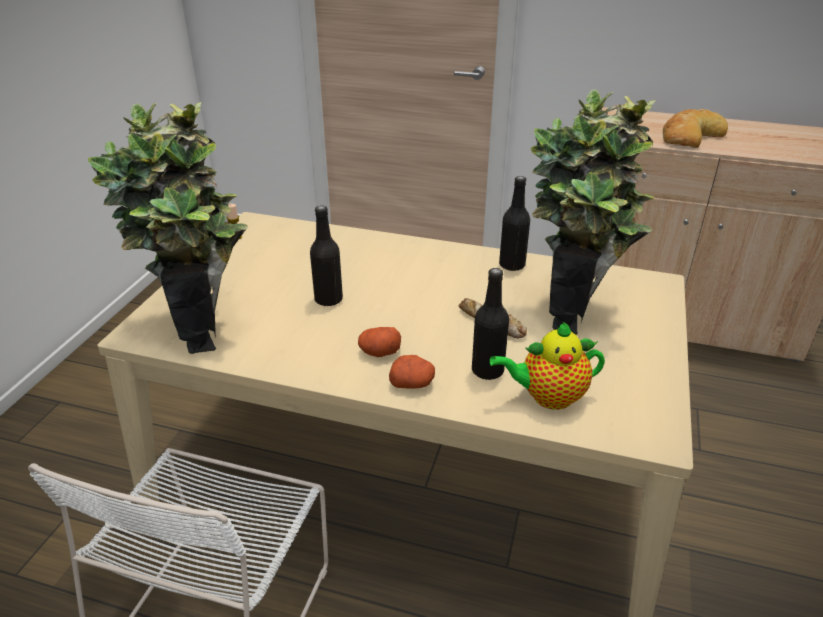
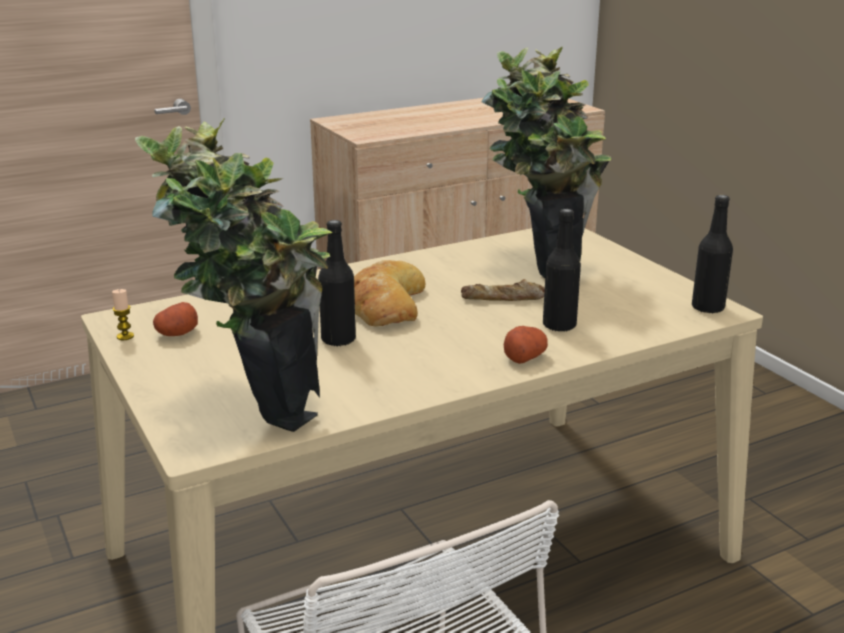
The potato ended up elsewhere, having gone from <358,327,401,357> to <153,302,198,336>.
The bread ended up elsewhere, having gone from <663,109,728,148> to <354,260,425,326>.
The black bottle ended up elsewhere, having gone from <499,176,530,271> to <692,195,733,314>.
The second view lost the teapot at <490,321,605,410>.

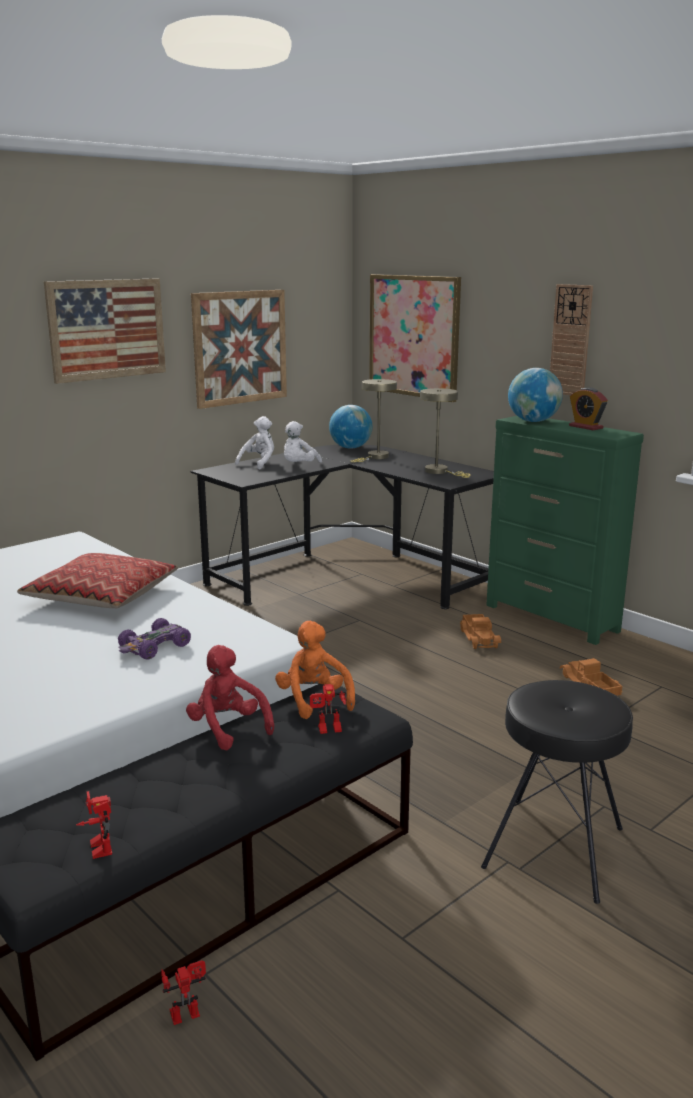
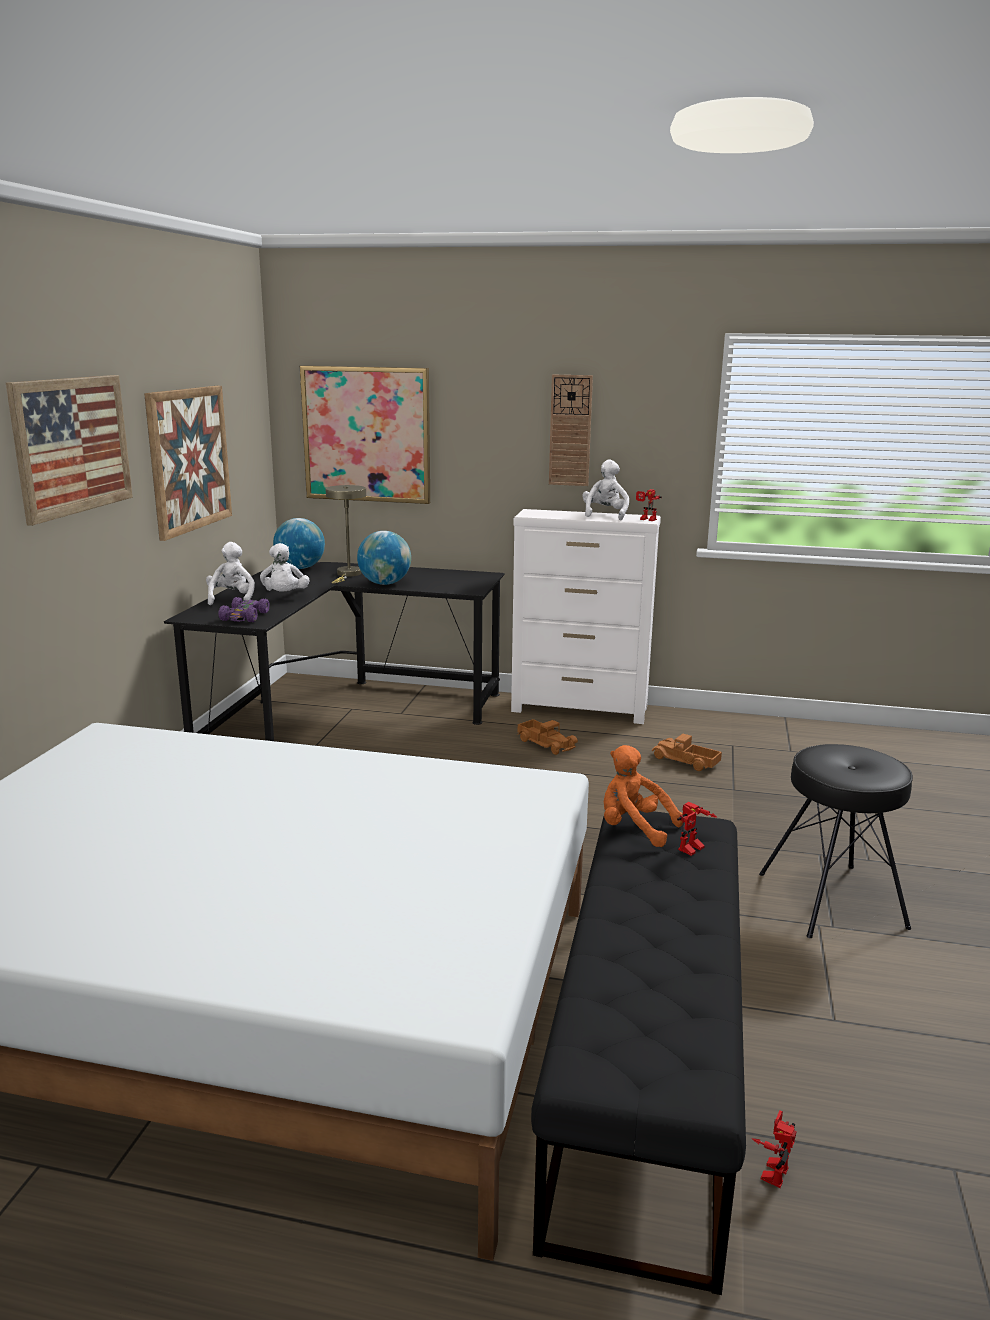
The purple toy car ended up elsewhere, having gone from <118,618,191,660> to <218,597,269,622>.
The globe ended up elsewhere, having gone from <508,368,563,422> to <357,531,411,585>.
What was the green dresser at <486,416,644,645> turned into the white dresser at <511,509,661,724>.
Where the alarm clock stood at <569,387,608,430>, the white plush toy came to stand at <582,459,629,520>.
The toy robot ended up elsewhere, having gone from <76,791,112,859> to <636,489,662,521>.
The second view lost the pillow at <17,553,178,609>.
The second view lost the red plush toy at <186,645,274,750>.
The second view lost the beige table lamp at <420,388,470,478>.

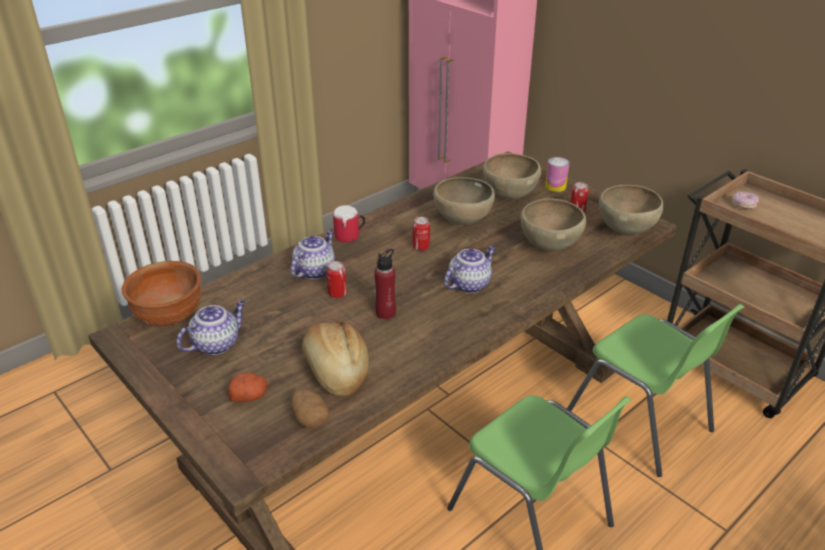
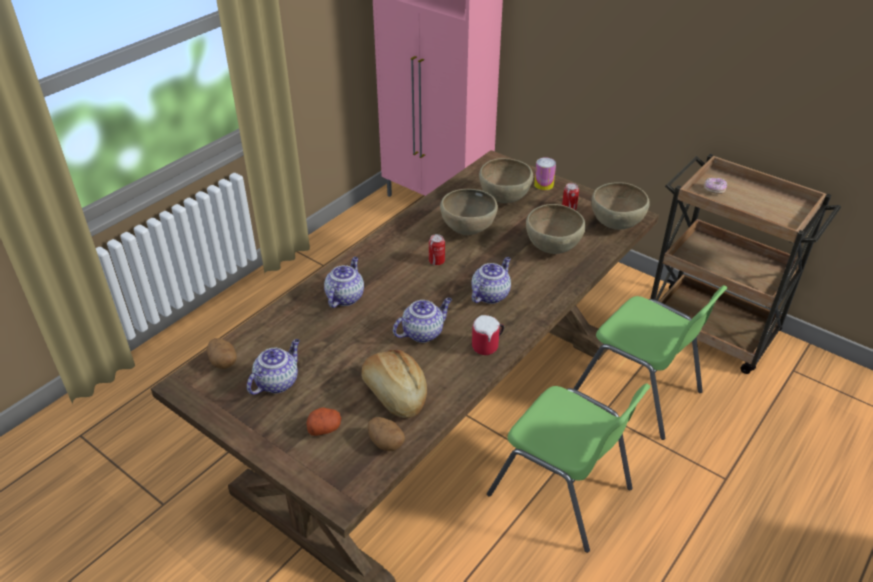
Where the brown bowl stood at <122,261,201,326>, the potato came to stand at <207,338,237,369>.
Where the red bottle stood at <374,249,396,320>, the teapot came to stand at <393,298,452,343>.
The mug ended up elsewhere, having gone from <333,205,365,242> to <472,315,504,355>.
The second view lost the can at <326,261,347,298>.

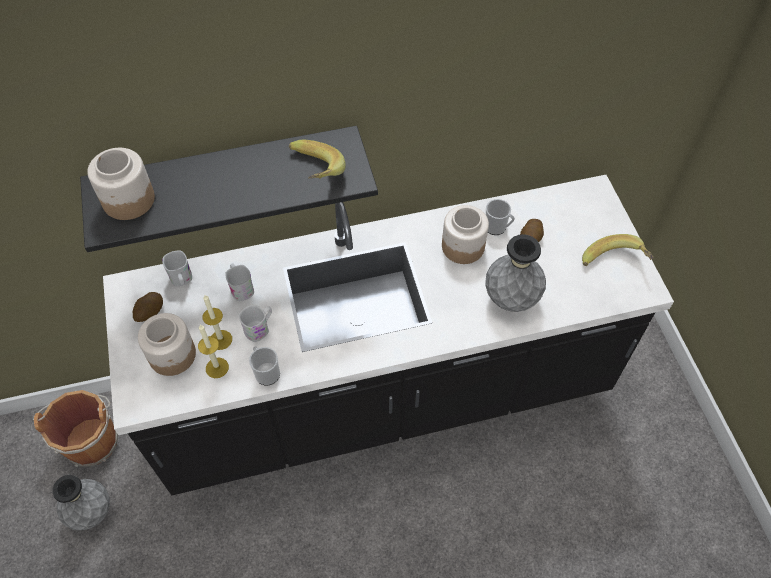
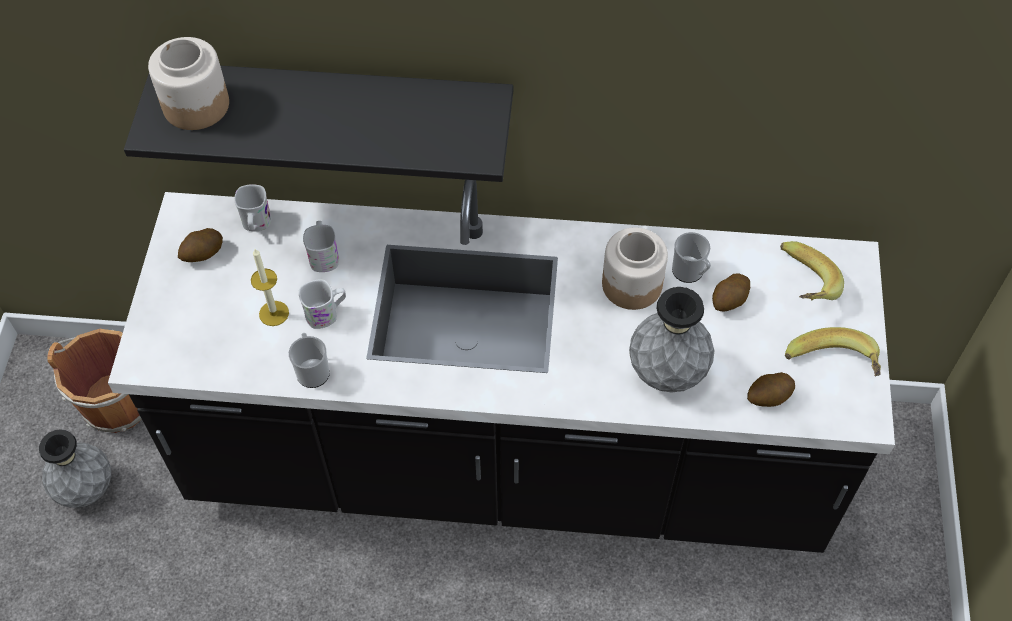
The second view gained the potato at <747,372,795,407>.
The banana ended up elsewhere, having gone from <289,140,346,179> to <780,241,844,300>.
The second view lost the jar at <138,313,196,376>.
The second view lost the candle at <198,325,229,378>.

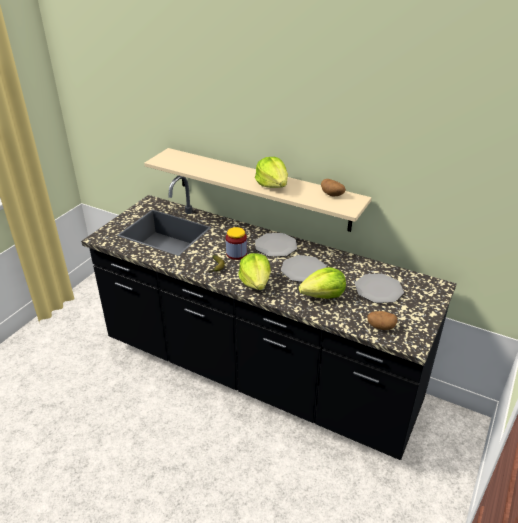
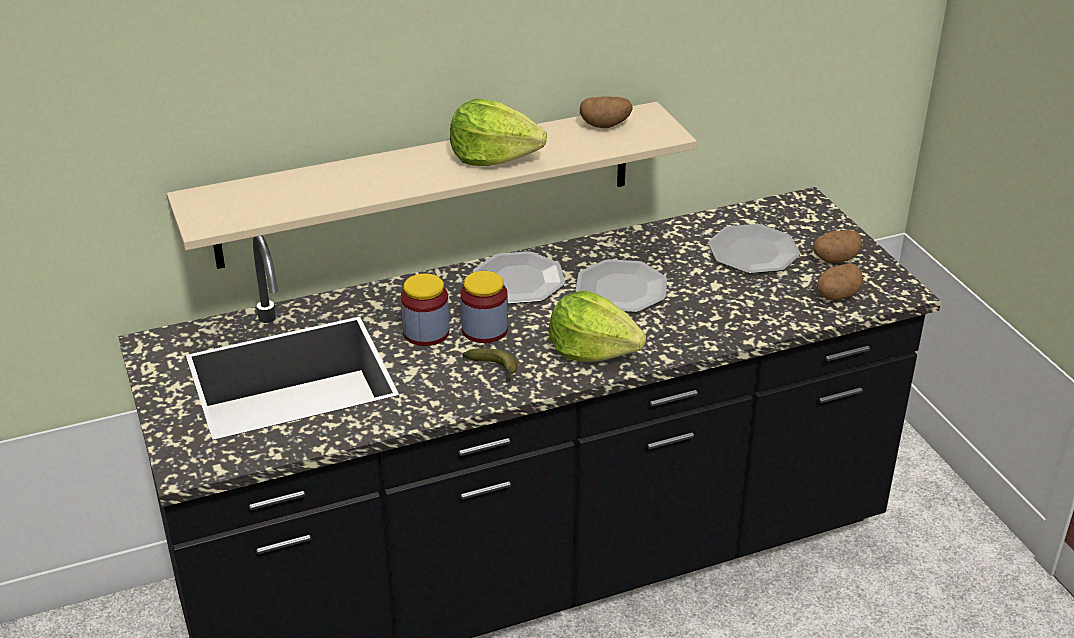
The second view gained the jar at <401,273,450,346>.
The second view gained the potato at <813,230,862,263>.
The second view lost the lettuce at <299,267,346,299>.

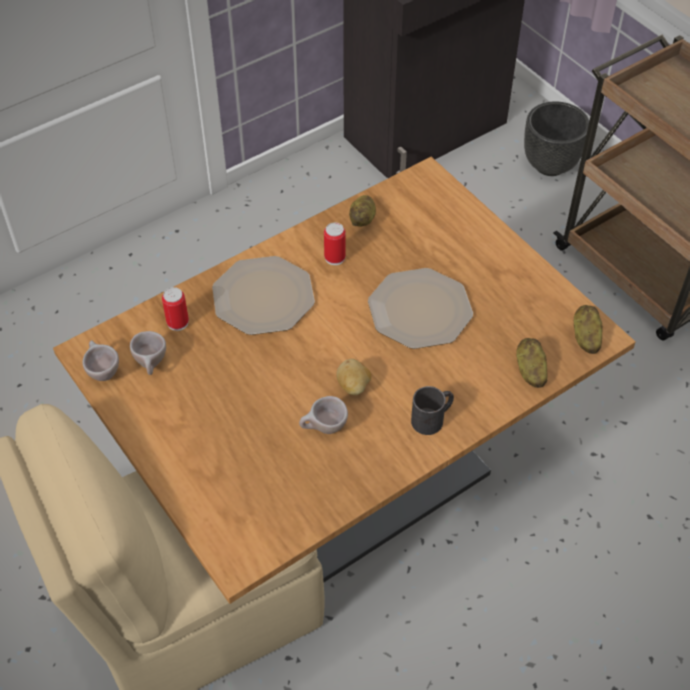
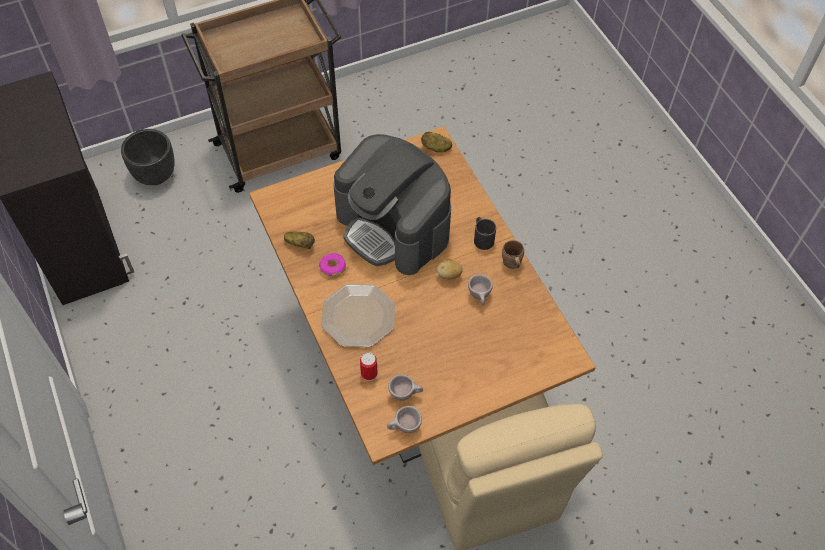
Where the can stood at <324,223,346,265>, the donut came to stand at <319,253,346,277>.
Where the plate stood at <368,268,473,349>, the coffee machine came to stand at <333,134,451,275>.
The second view gained the brown mug at <502,240,524,269>.
The second view lost the potato at <516,338,548,388>.

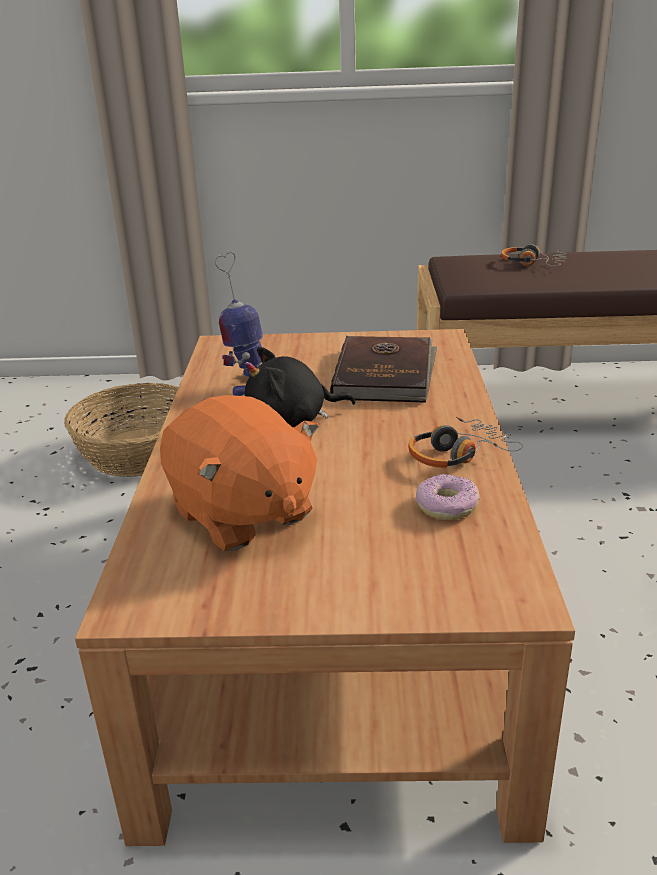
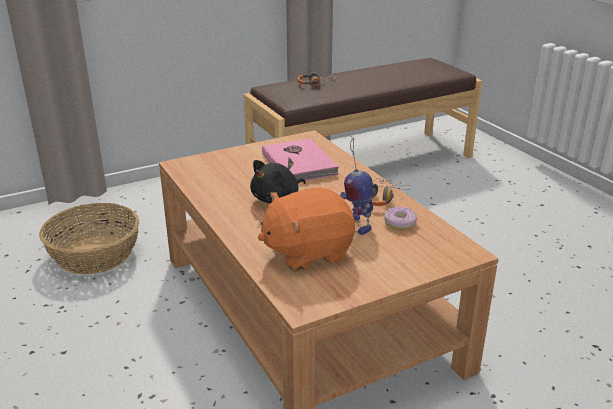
The orange plush toy at <160,395,319,551> ended up facing another way, 135 degrees clockwise from before.
What was the brown book at <330,336,437,403> turned into the pink book at <262,139,339,181>.
The toy robot ended up elsewhere, having gone from <215,252,263,396> to <340,137,374,235>.

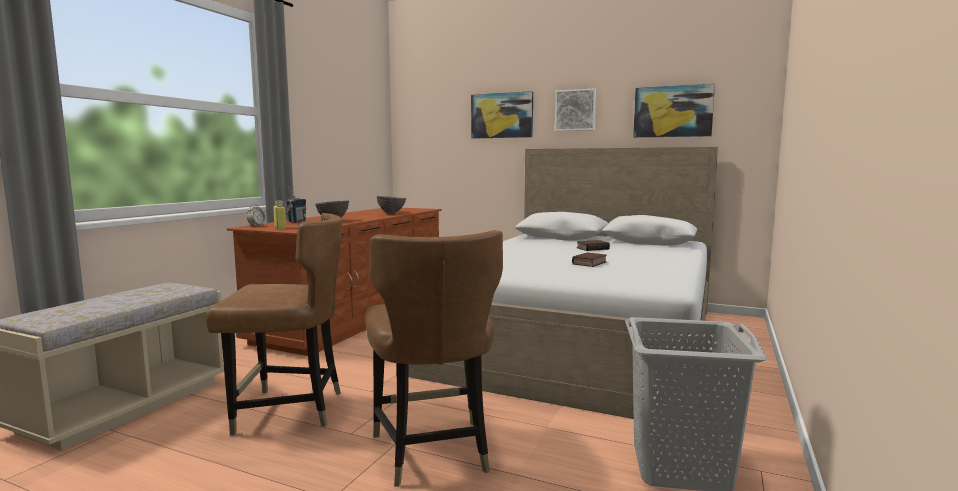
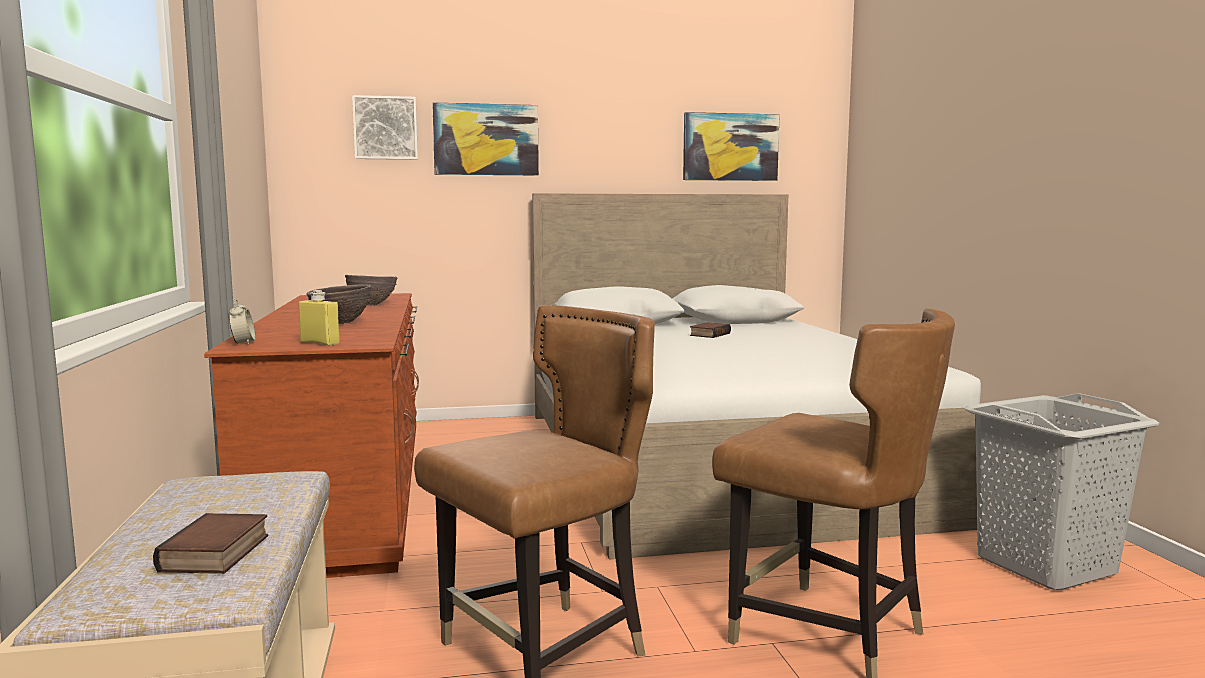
The book ended up elsewhere, having gone from <572,253,607,267> to <153,513,268,574>.
The picture ended up elsewhere, having gone from <555,88,596,131> to <352,95,418,160>.
The second view lost the radio at <285,187,306,223>.

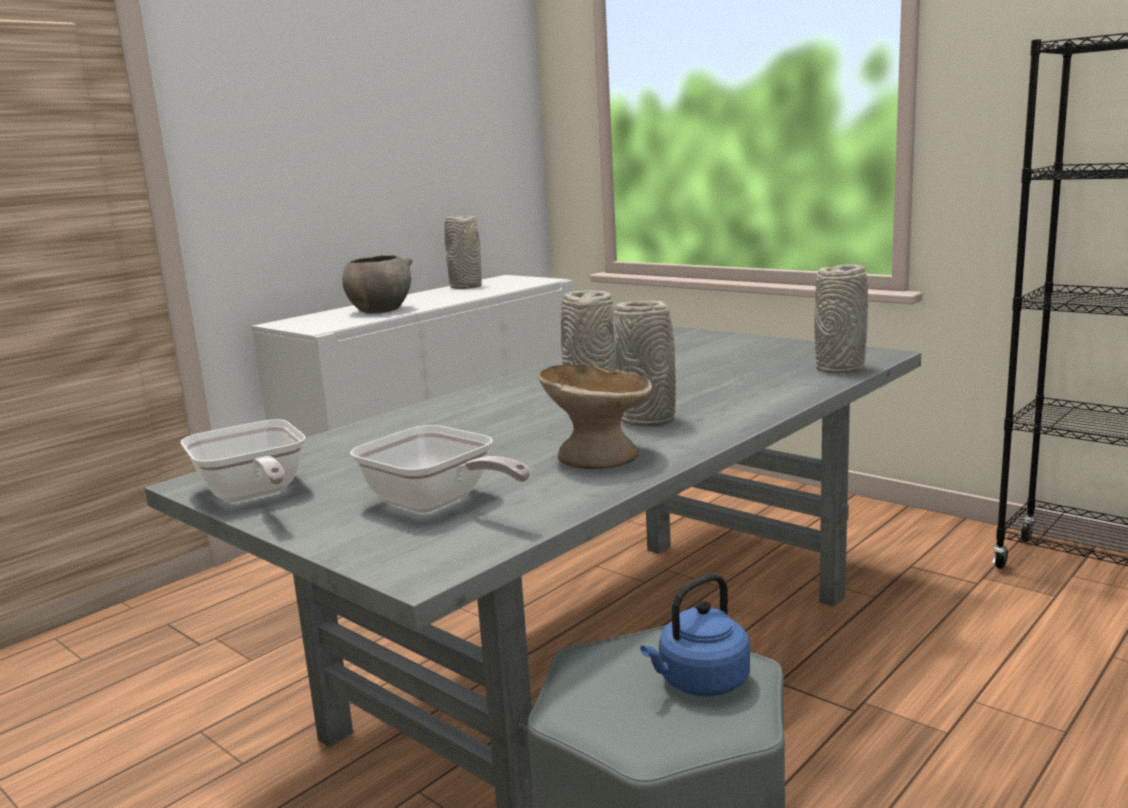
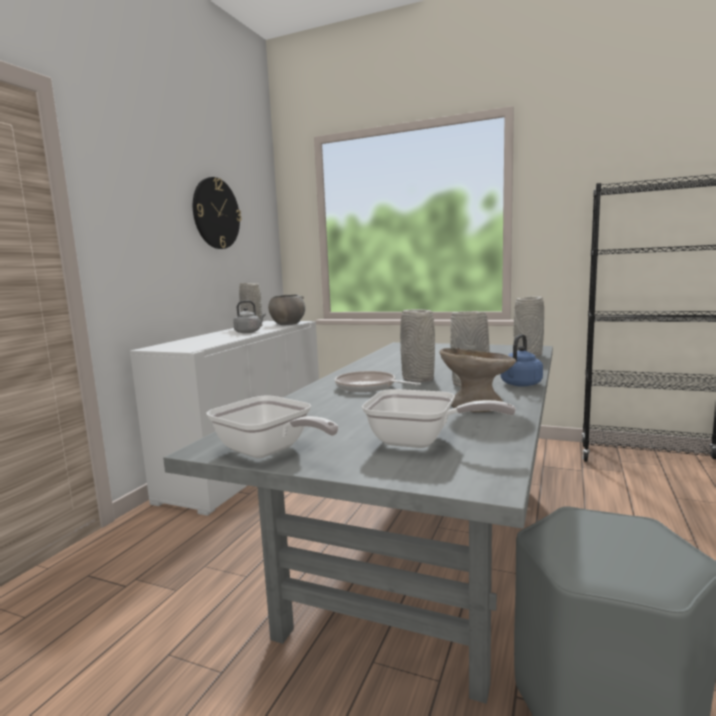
The second view gained the wall clock at <193,177,242,249>.
The second view gained the grey kettle at <233,300,266,333>.
The grey bowl ended up elsewhere, having gone from <342,255,413,314> to <268,295,305,325>.
The second view gained the frying pan at <335,371,421,392>.
The blue kettle ended up elsewhere, having gone from <640,574,750,696> to <501,334,543,387>.

